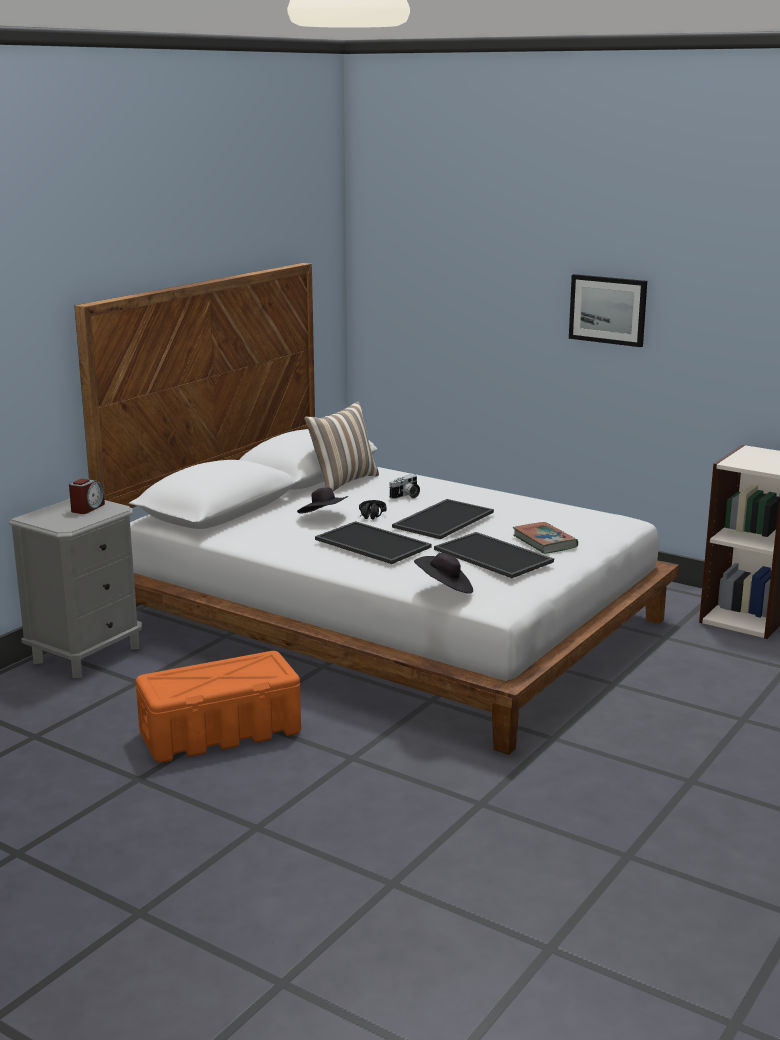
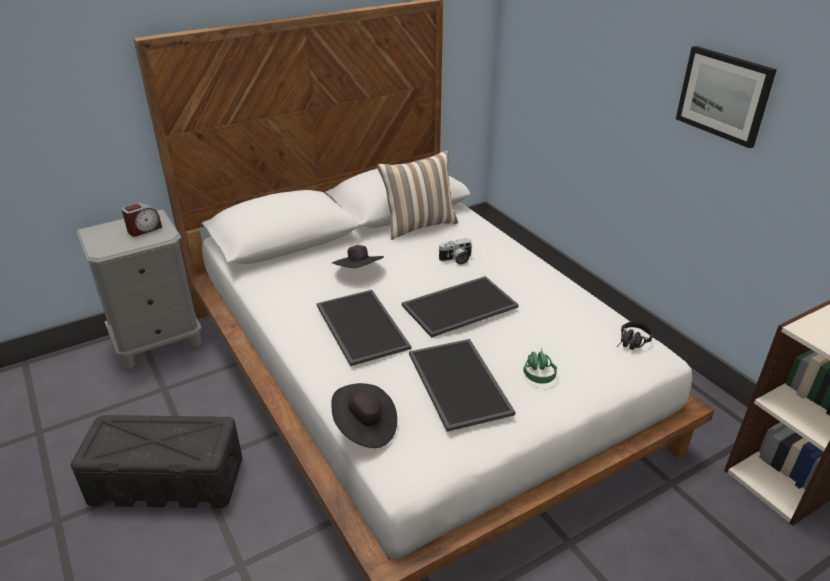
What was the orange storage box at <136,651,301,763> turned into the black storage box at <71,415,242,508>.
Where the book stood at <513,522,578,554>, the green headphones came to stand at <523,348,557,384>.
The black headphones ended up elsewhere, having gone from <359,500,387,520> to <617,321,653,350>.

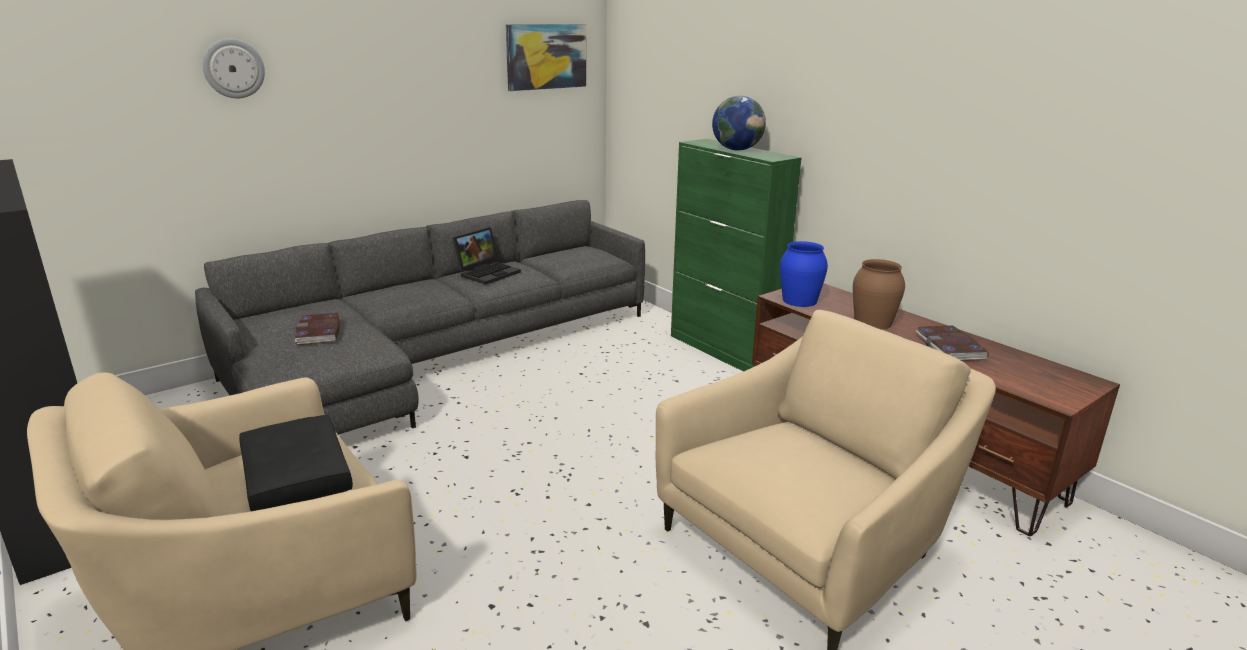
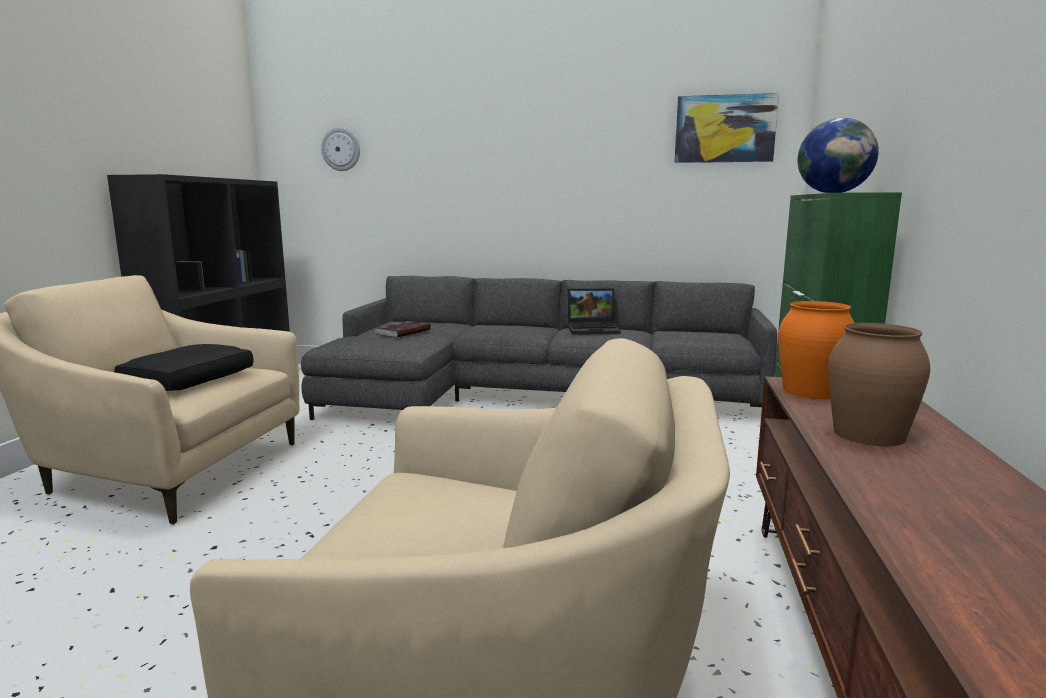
The wall clock ended up elsewhere, having gone from <203,38,265,98> to <321,128,360,171>.
What was the blue vase at <780,241,828,307> turned into the orange vase at <778,301,854,399>.
The second view lost the book at <915,326,988,361>.

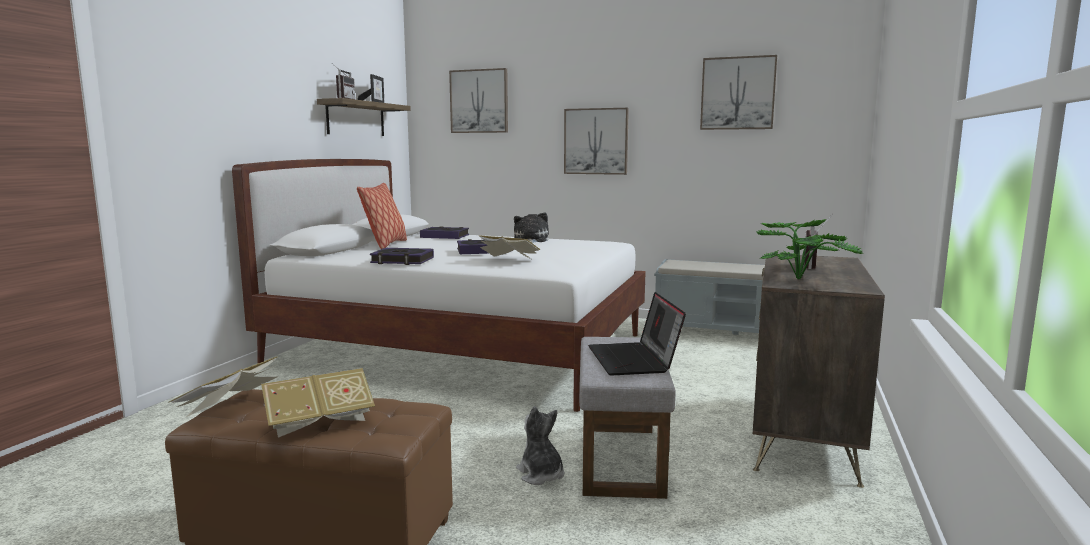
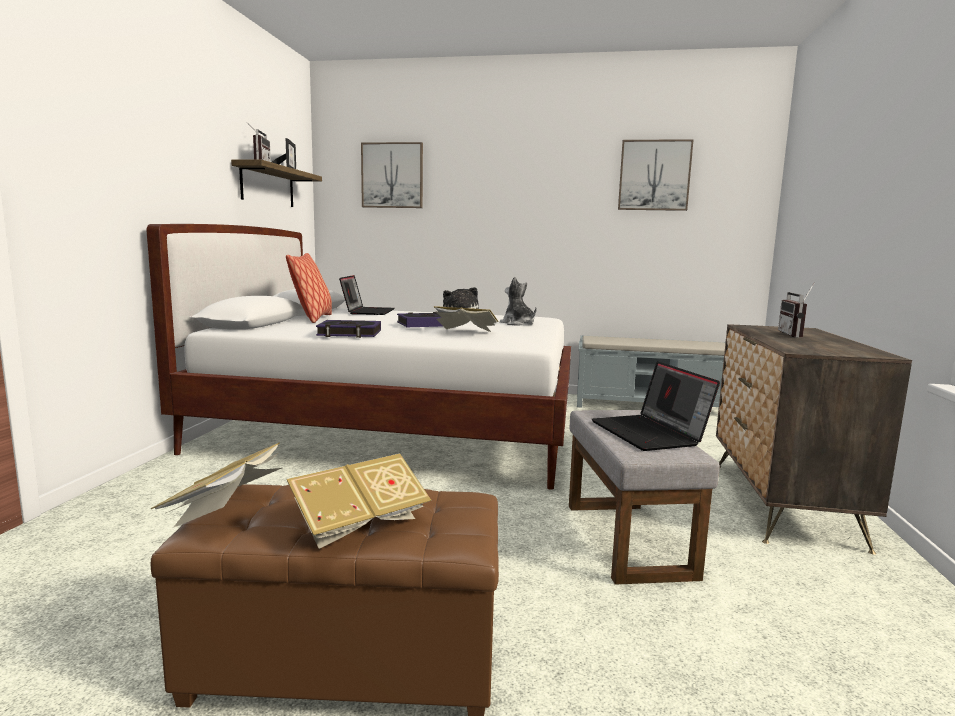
Where the book stood at <420,226,469,239>, the laptop came to stand at <339,275,395,315>.
The plush toy ended up elsewhere, having gone from <516,406,564,485> to <500,276,537,326>.
The second view lost the picture at <564,108,629,175>.
The second view lost the potted plant at <757,219,862,280>.

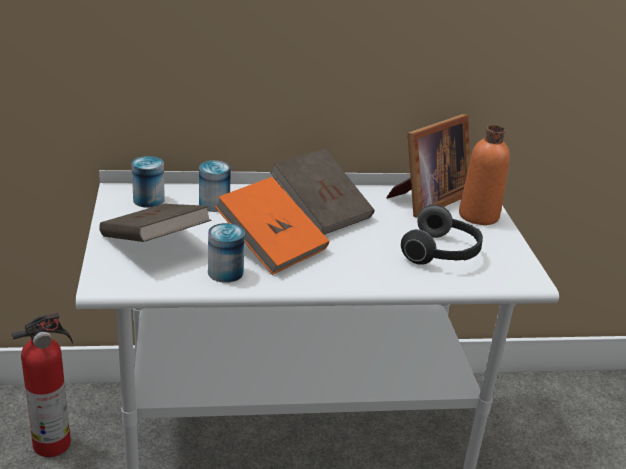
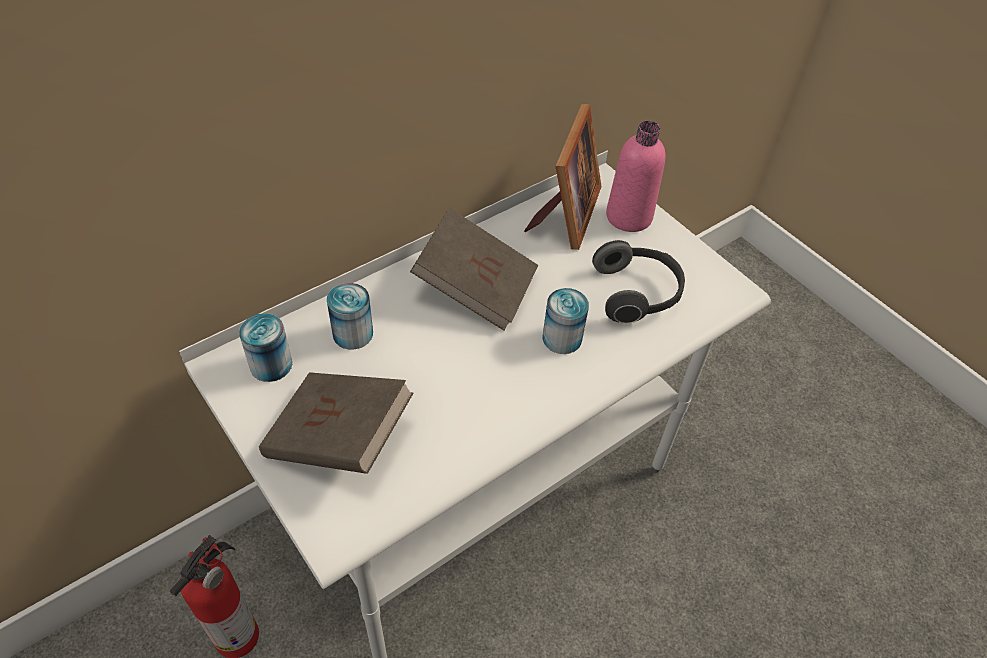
The can ended up elsewhere, having gone from <208,223,245,283> to <543,288,589,354>.
What was the orange bottle at <459,125,510,225> turned into the pink bottle at <606,121,665,232>.
The second view lost the orange book at <214,177,329,275>.

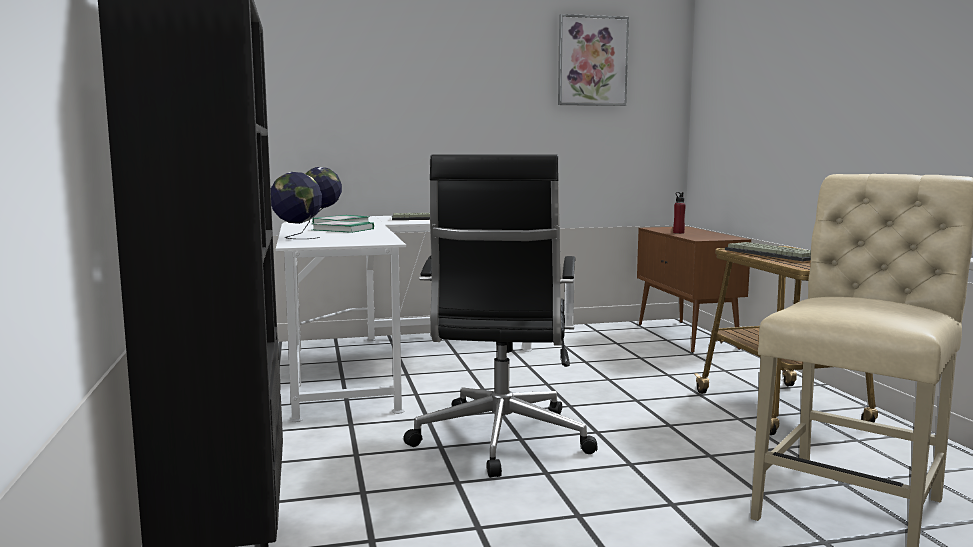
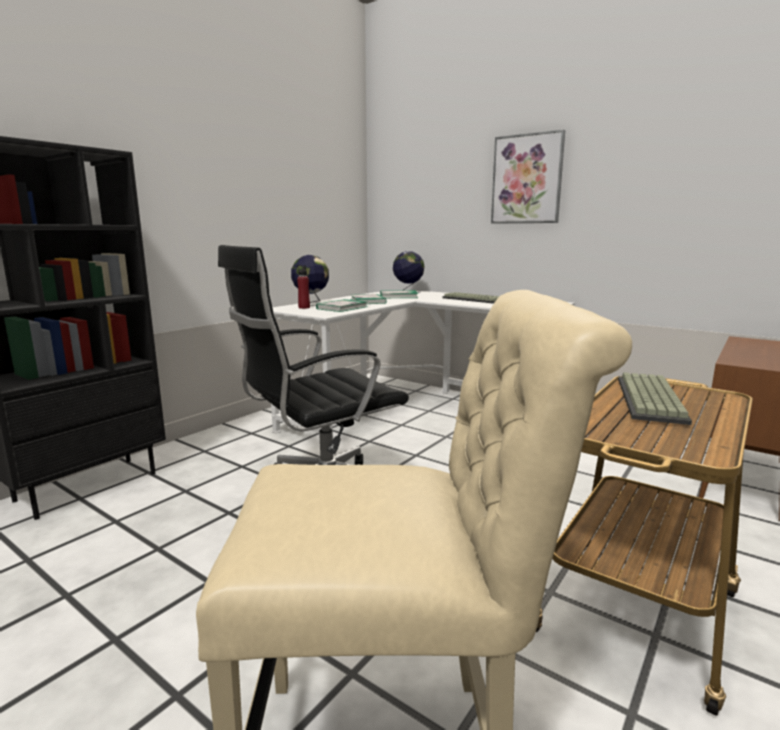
The red bottle ended up elsewhere, having gone from <673,192,686,234> to <297,265,310,309>.
The second view gained the book at <316,299,367,312>.
The picture ended up elsewhere, having gone from <558,14,629,106> to <491,129,565,224>.

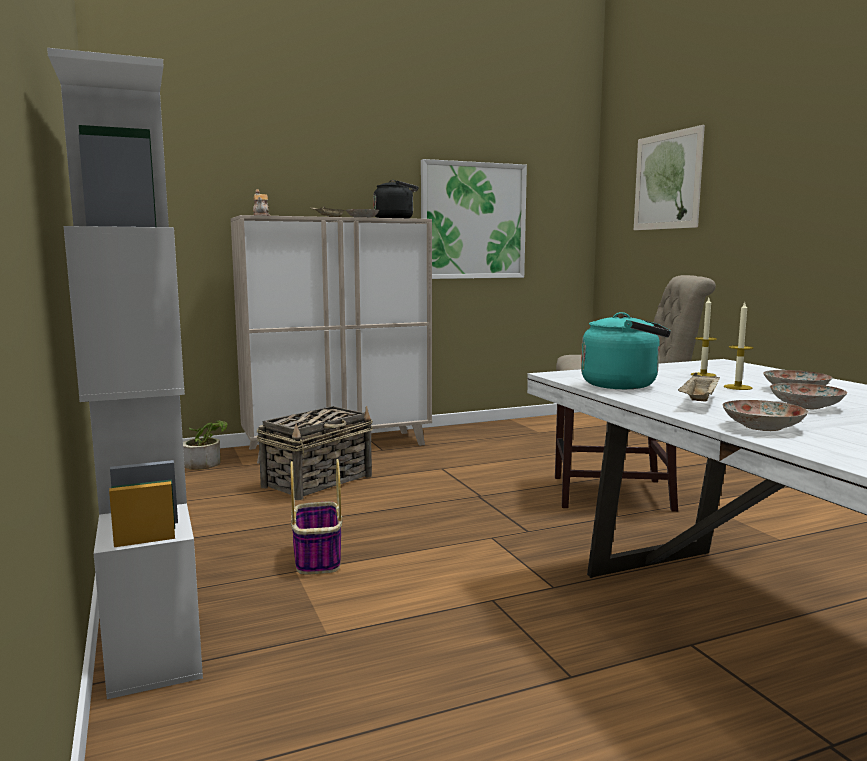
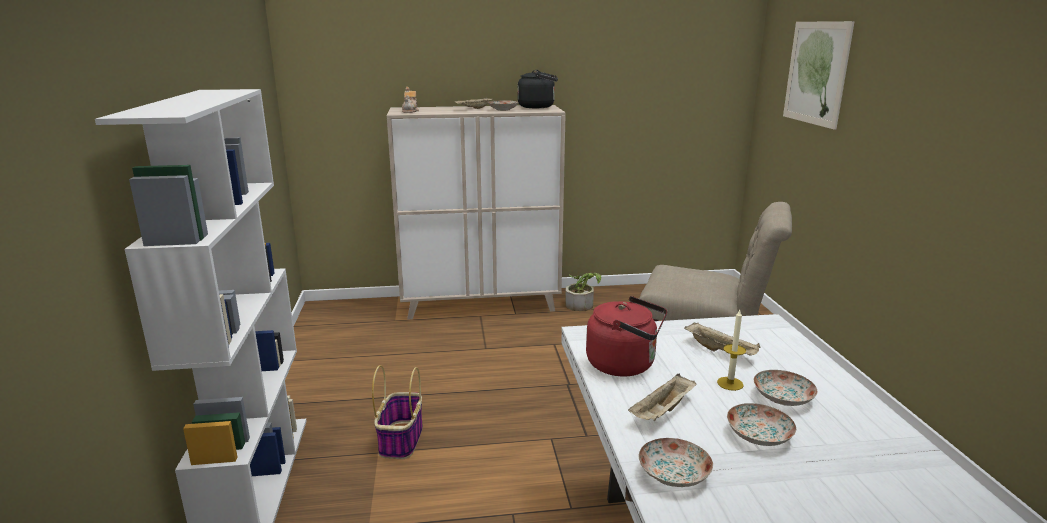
The potted plant ended up elsewhere, having gone from <183,420,228,470> to <566,273,601,311>.
What was the turquoise kettle at <581,312,671,389> turned into the red kettle at <586,296,667,377>.
Where the candle stood at <691,298,717,377>, the beige tray came to stand at <684,322,761,356>.
The second view lost the basket at <257,406,373,500>.
The second view lost the picture at <421,159,527,279>.

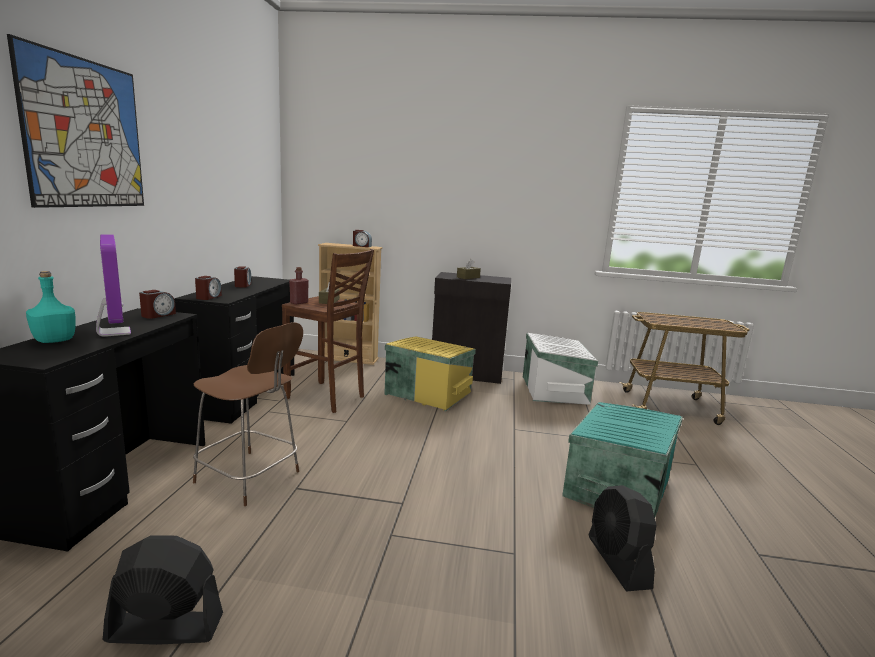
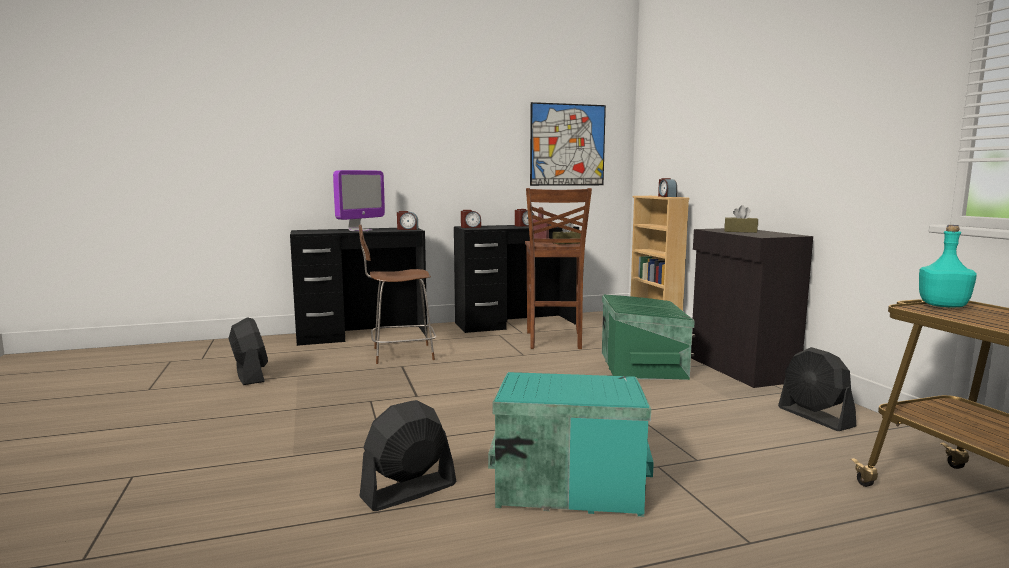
The brown chair at <193,322,303,506> ended up facing another way, 75 degrees clockwise from before.
The picture ended up elsewhere, having gone from <7,34,144,208> to <530,102,606,186>.
What was the yellow storage box at <384,336,476,411> turned into the green storage box at <602,294,695,380>.
Where the white storage box stood at <523,333,598,405>, the black fan came to stand at <778,347,856,431>.
The turquoise bottle ended up elsewhere, having gone from <26,271,75,343> to <919,225,977,307>.

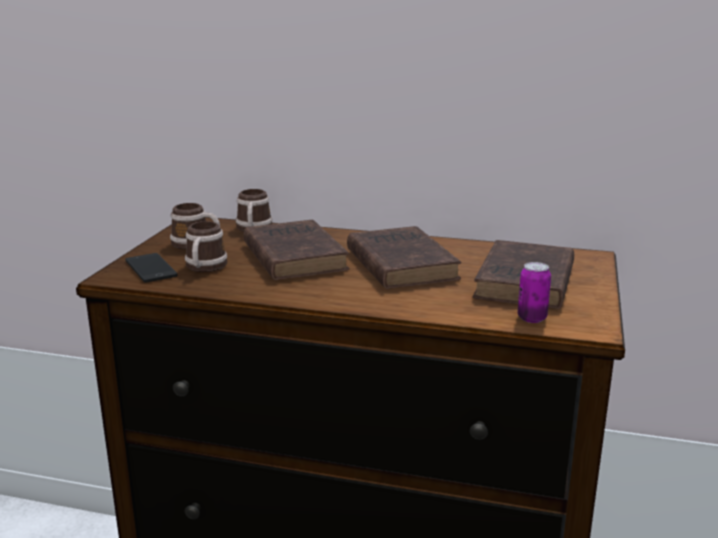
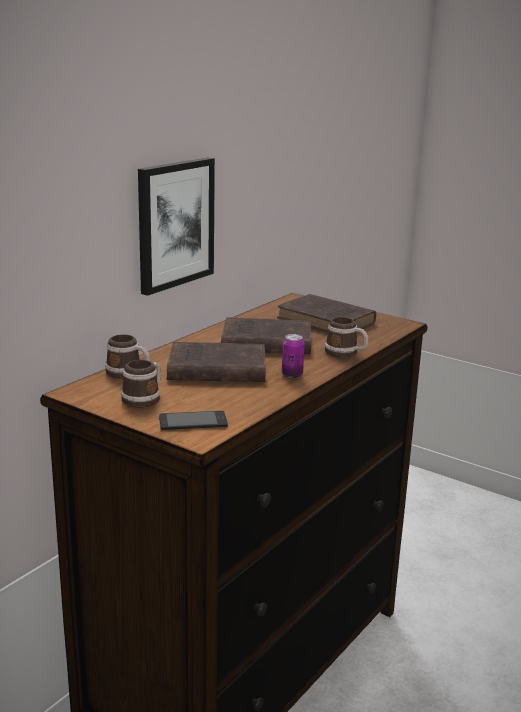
The second view gained the picture at <138,157,215,296>.
The can ended up elsewhere, having gone from <518,262,551,323> to <282,334,305,378>.
The mug ended up elsewhere, having gone from <185,221,227,272> to <325,317,368,358>.

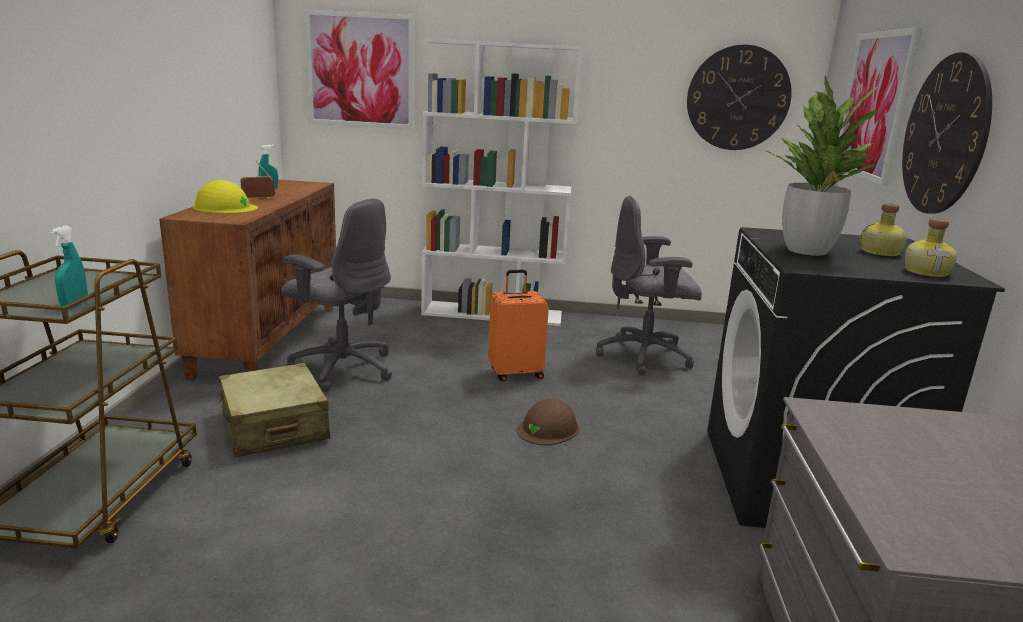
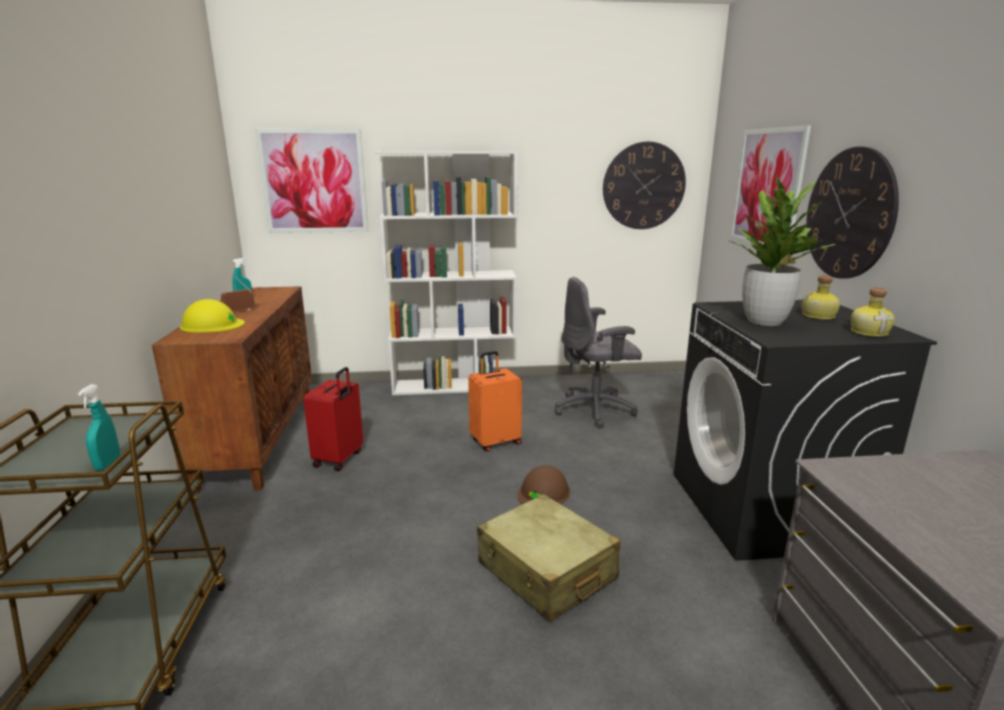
Where the grey office chair stood at <281,198,392,392>, the red suitcase came to stand at <303,367,363,471>.
The beige suitcase ended up elsewhere, having gone from <219,363,330,457> to <477,494,621,622>.

